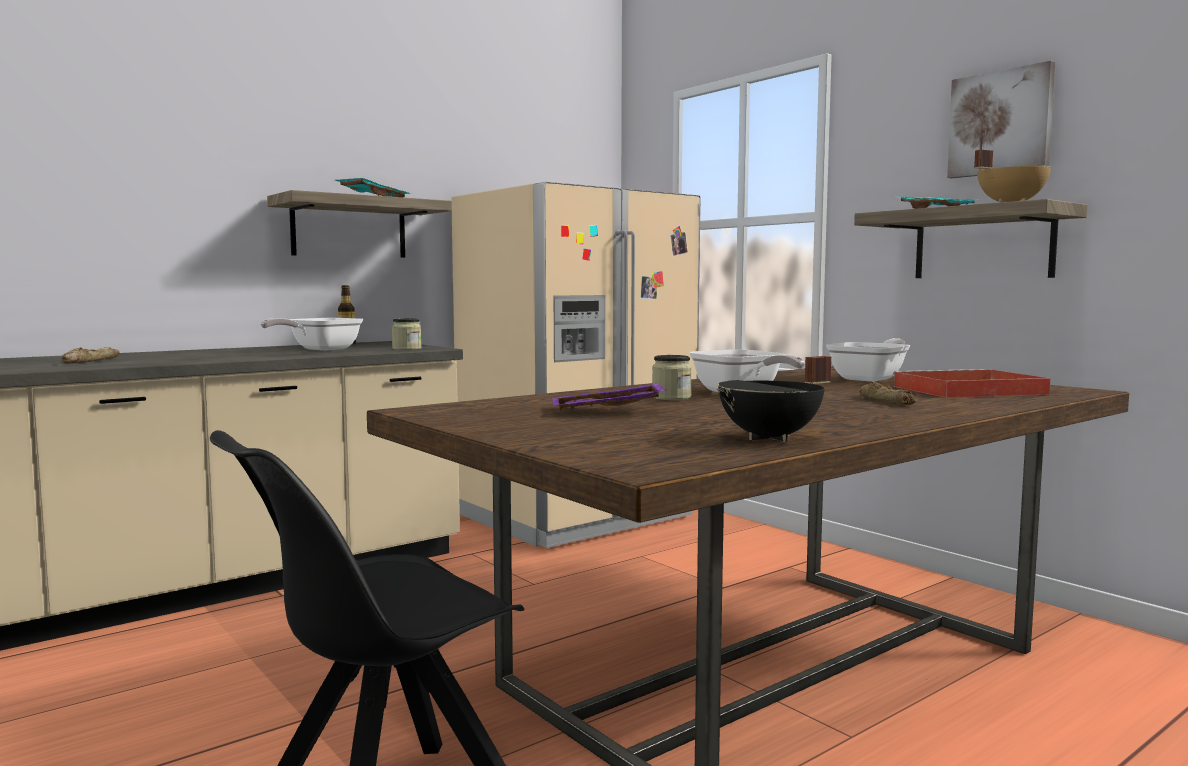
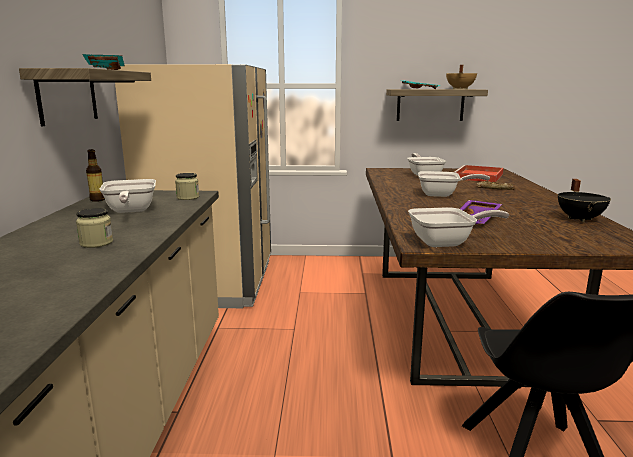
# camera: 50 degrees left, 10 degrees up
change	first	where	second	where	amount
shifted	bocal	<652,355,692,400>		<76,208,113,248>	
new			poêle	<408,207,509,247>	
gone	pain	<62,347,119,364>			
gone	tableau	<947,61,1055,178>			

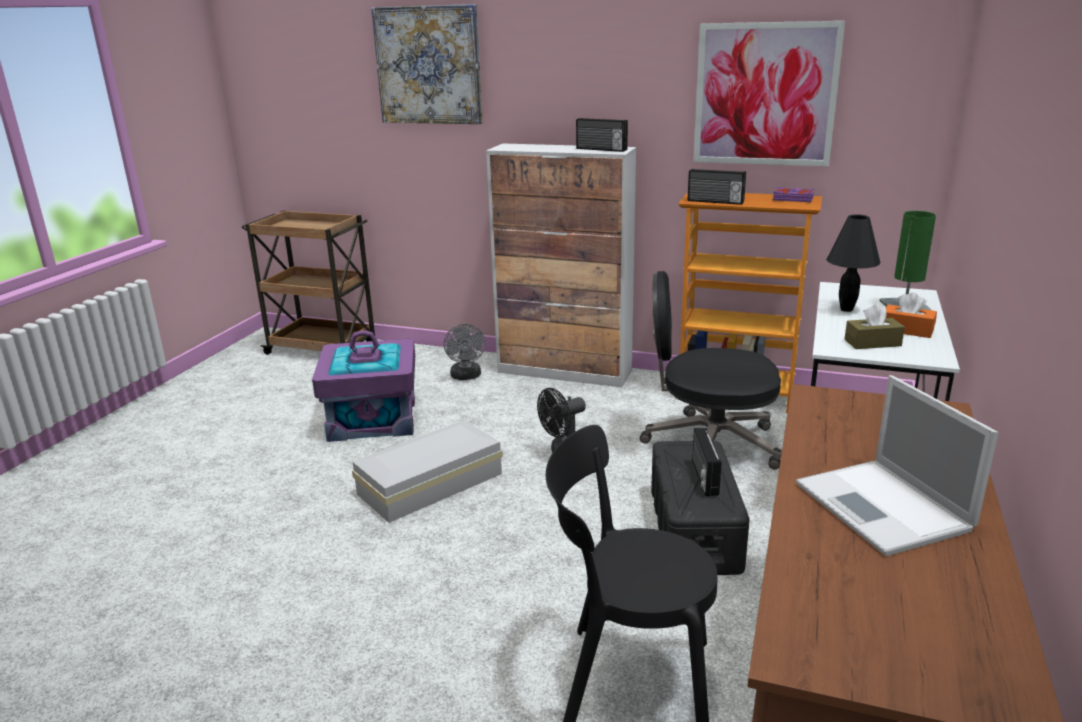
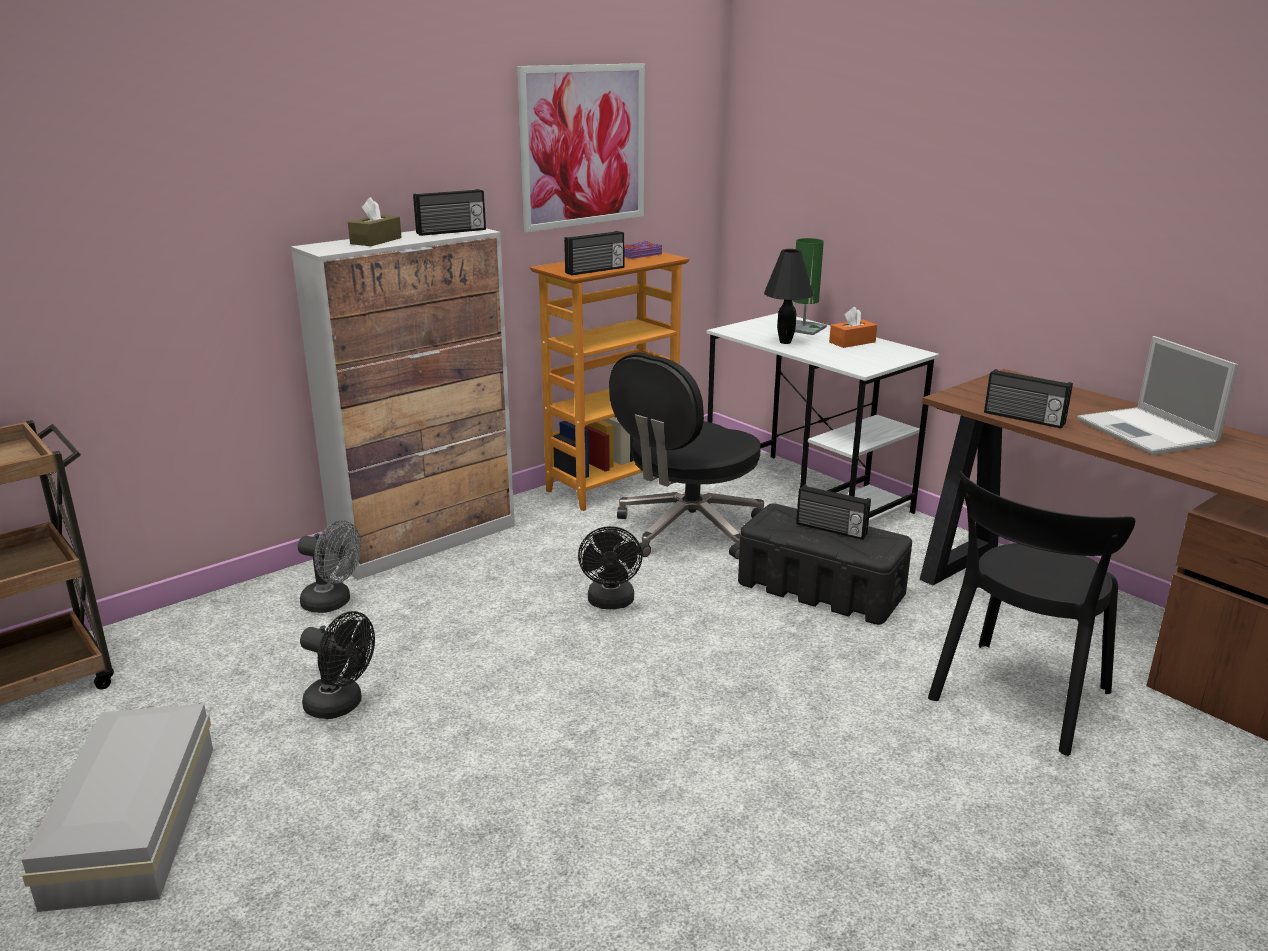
# camera: 60 degrees left, 0 degrees up
change	first	where	second	where	amount
shifted	boîte de rangement [blanc]	<352,420,503,523>		<22,704,213,912>	
swapped	boîte de rangement [violet]	<312,330,415,442>	ventilateur [noir]	<300,611,375,719>	
shifted	boîte à mouchoirs [marron]	<844,304,905,349>		<348,197,402,246>	
new			radio	<984,369,1073,429>	
rotated	ordinateur portable	<796,375,998,556>		<1077,336,1239,455>	60 degrees clockwise
gone	tableau	<371,4,483,124>			

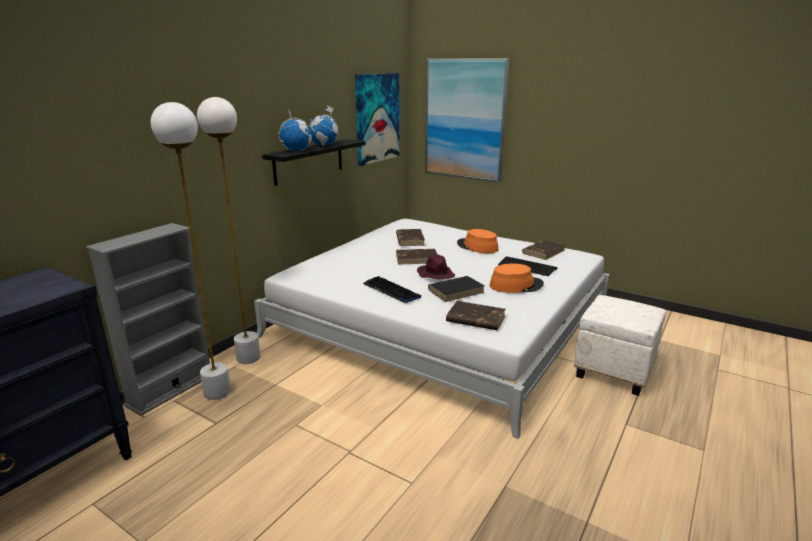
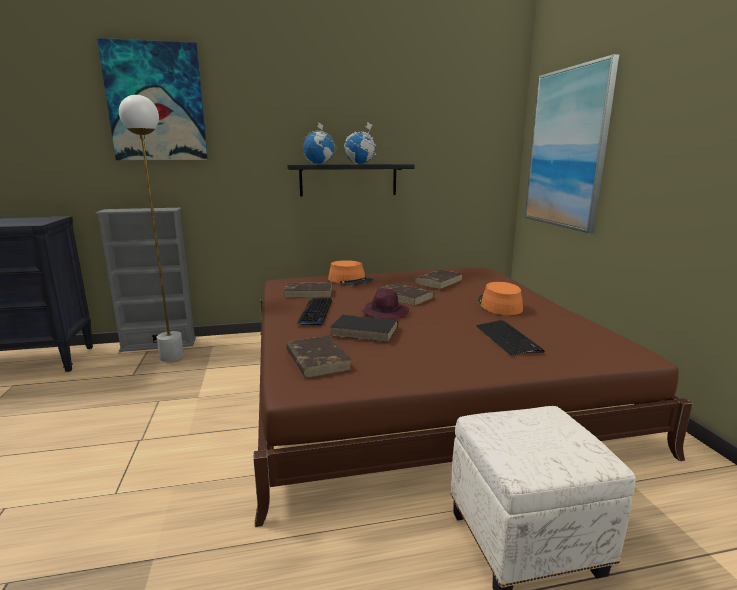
# camera: 45 degrees right, 5 degrees down
change	first	where	second	where	amount
shifted	tableau	<355,73,399,166>		<97,38,208,160>	
repainted	lit [blanc]	<254,219,610,439>	lit [marron]	<253,267,693,527>	
shifted	livre [marron]	<522,240,565,260>		<283,282,332,298>	
shifted	chapeau [orange]	<489,263,544,293>		<328,260,374,285>	
gone	lampadaire [blanc]	<197,97,261,364>			

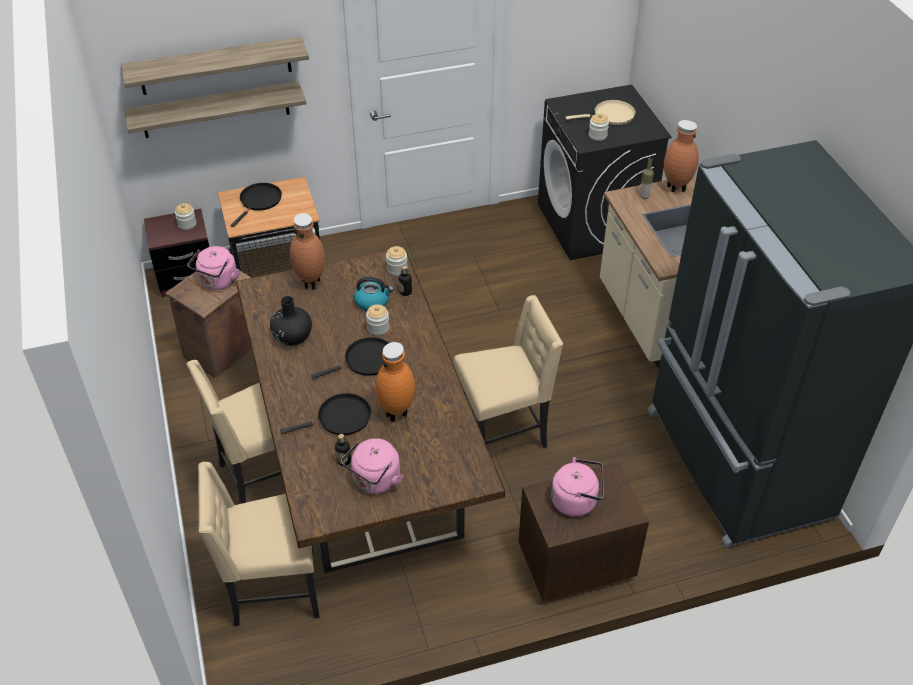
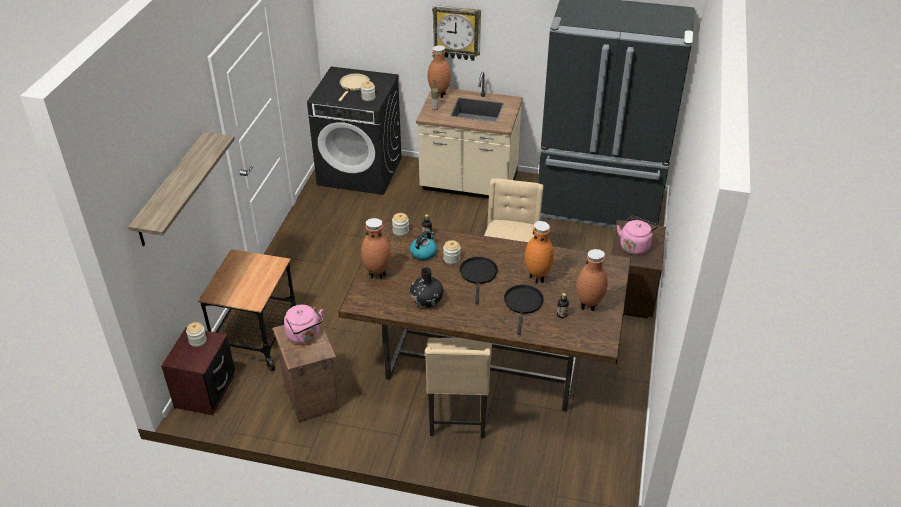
# camera: 60 degrees left, 5 degrees down
change	first	where	second	where	amount
new			horloge murale	<432,5,481,61>	
swapped	bouilloire [rose]	<341,438,403,494>	vase [marron]	<576,249,608,311>	
gone	étagère	<124,81,306,138>			
gone	chaise [beige]	<198,462,319,626>			
gone	poêle [noir]	<231,183,282,227>			

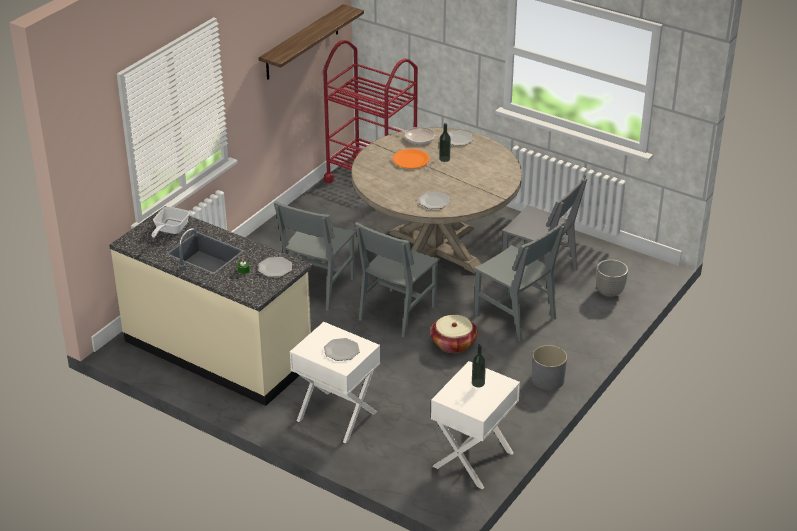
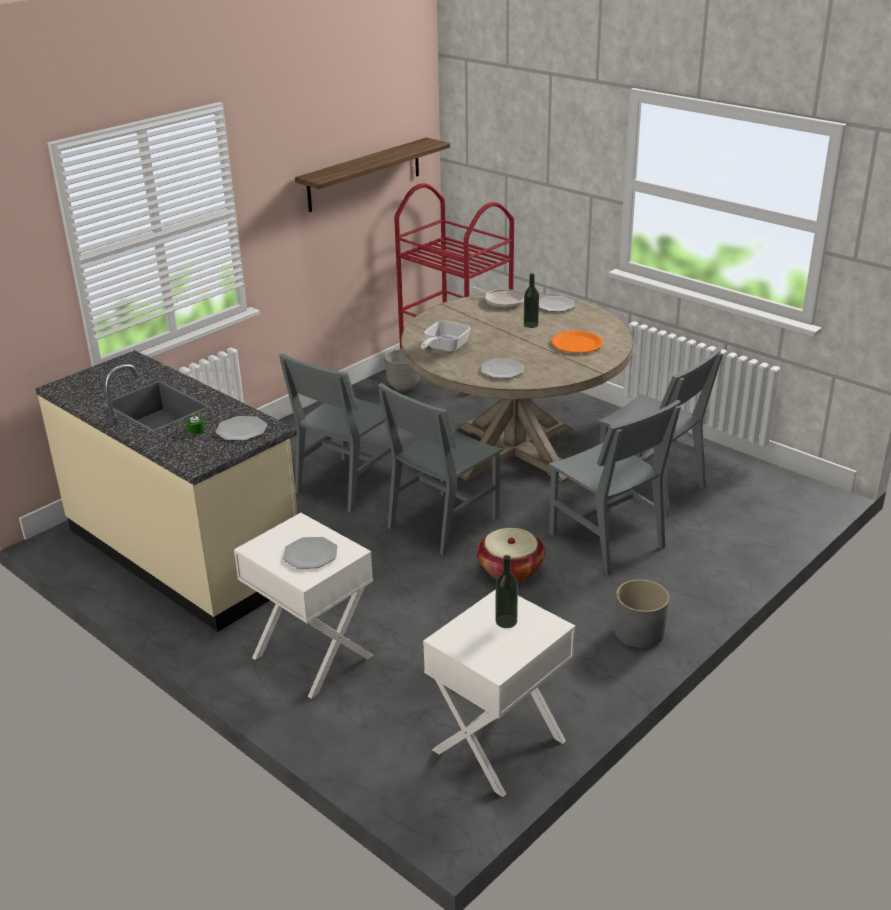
# camera: 10 degrees right, 5 degrees down
change	first	where	second	where	amount
shifted	cache-pot	<596,259,628,298>		<384,349,420,392>	
shifted	poêle	<151,207,189,238>		<421,320,470,352>	
shifted	assiette [orange]	<393,149,430,169>		<551,330,603,353>	

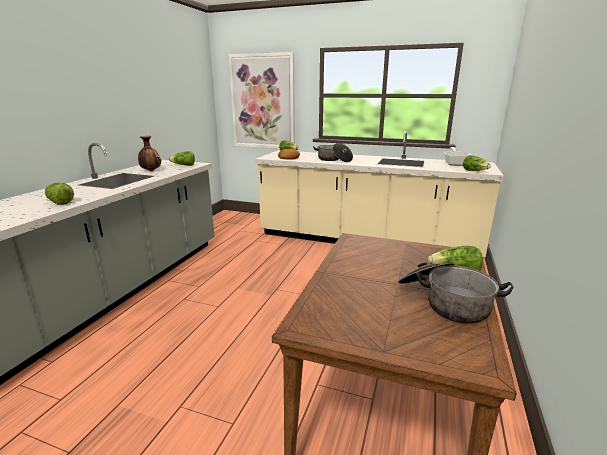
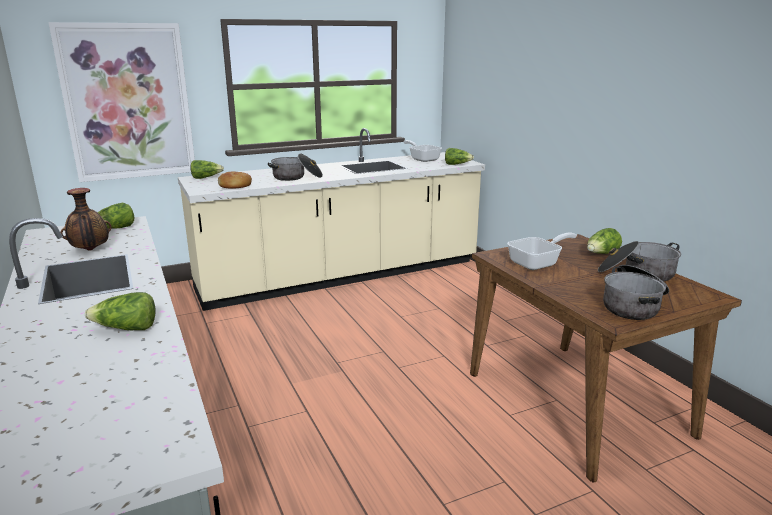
# camera: 45 degrees left, 0 degrees up
change	first	where	second	where	amount
new			poêle	<507,233,577,270>	
new			marmite	<603,265,669,320>	

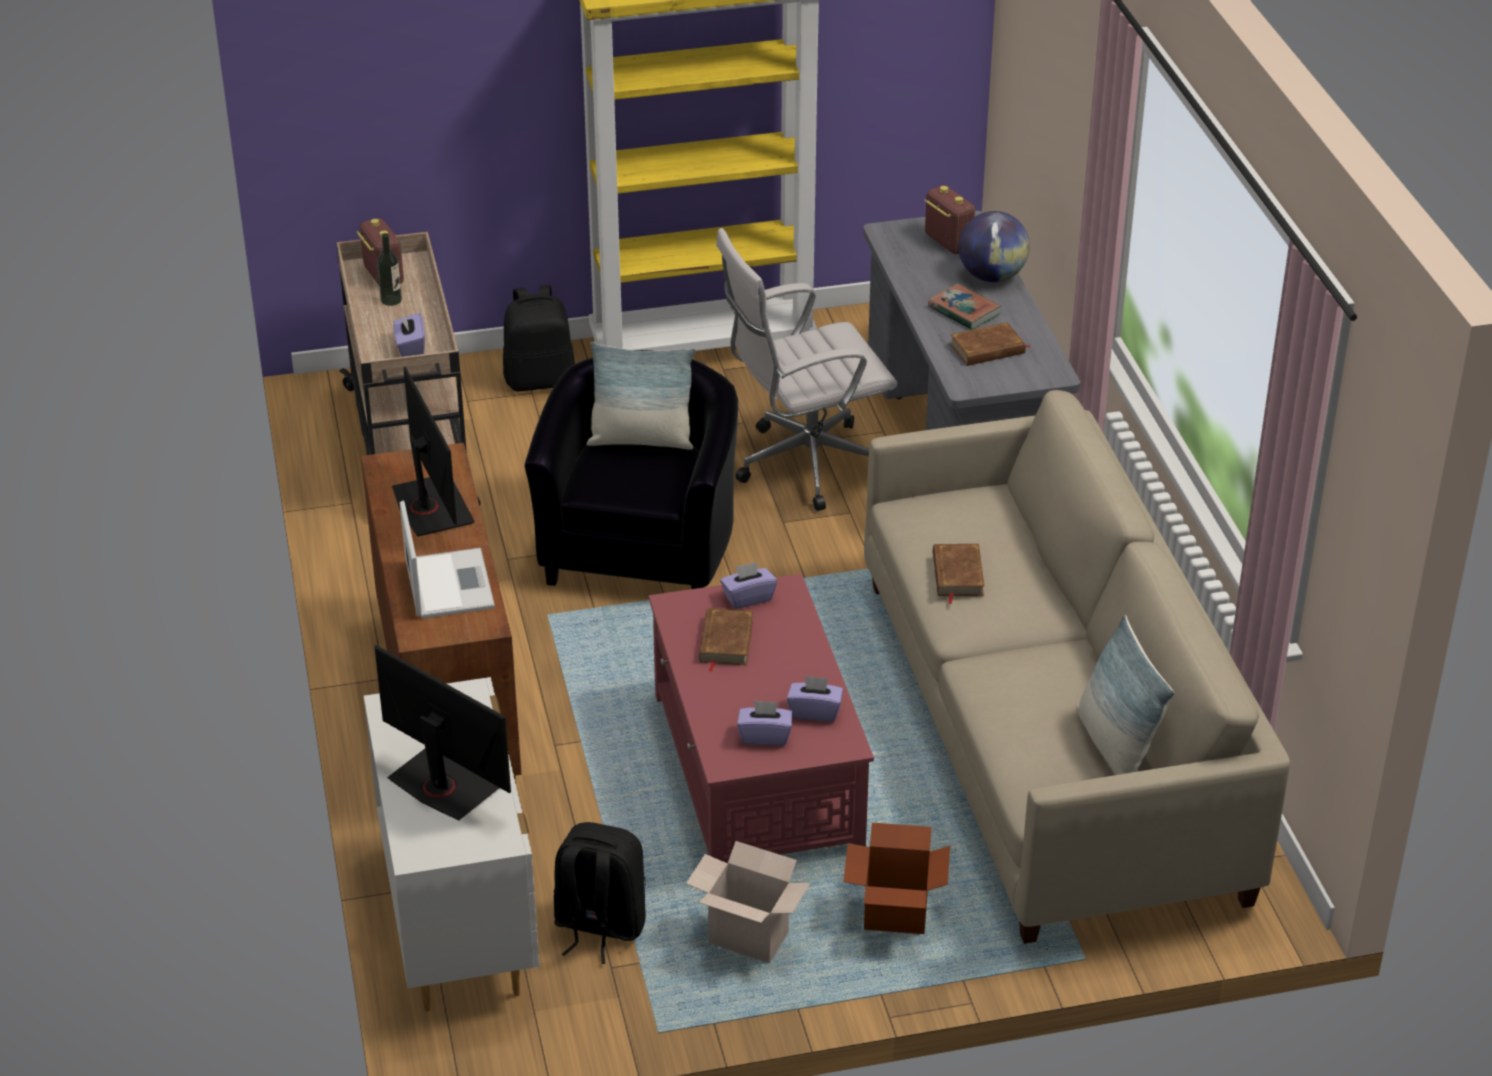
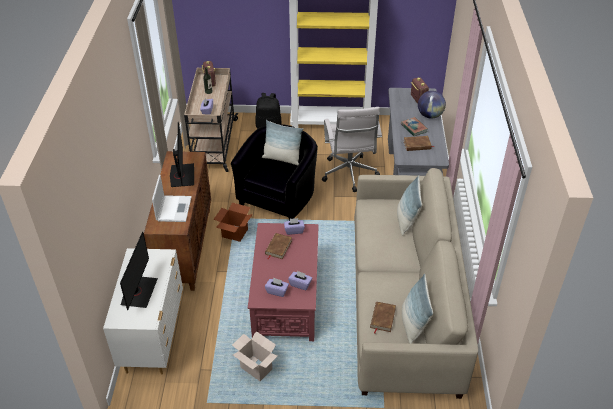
# camera: 15 degrees right, 5 degrees up
change	first	where	second	where	amount
rotated	écran d'ordinateur	<374,645,511,821>		<120,232,158,310>	45 degrees clockwise
shifted	carton	<843,823,950,934>		<214,203,253,242>	
rotated	chaise de bureau [blanc]	<716,228,897,511>		<322,107,382,192>	90 degrees counterclockwise
shifted	livre [marron]	<933,544,985,605>		<370,302,396,333>	
new			coussin	<397,175,422,236>	
gone	sac à dos [noir]	<554,822,646,964>			

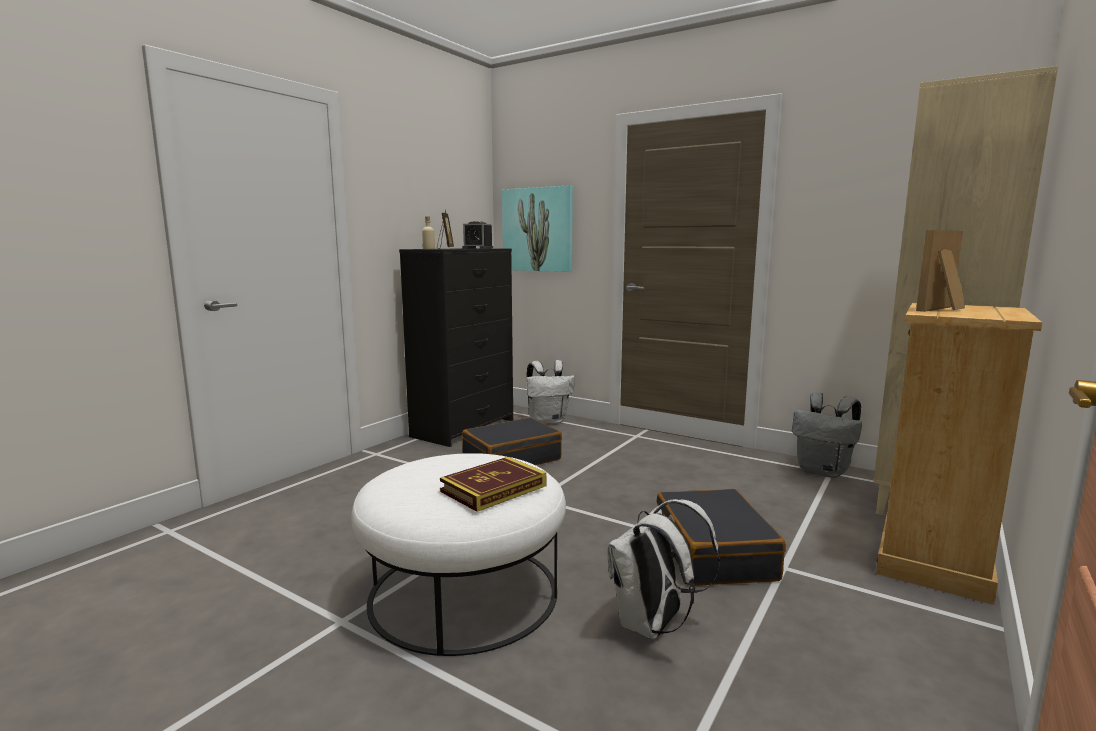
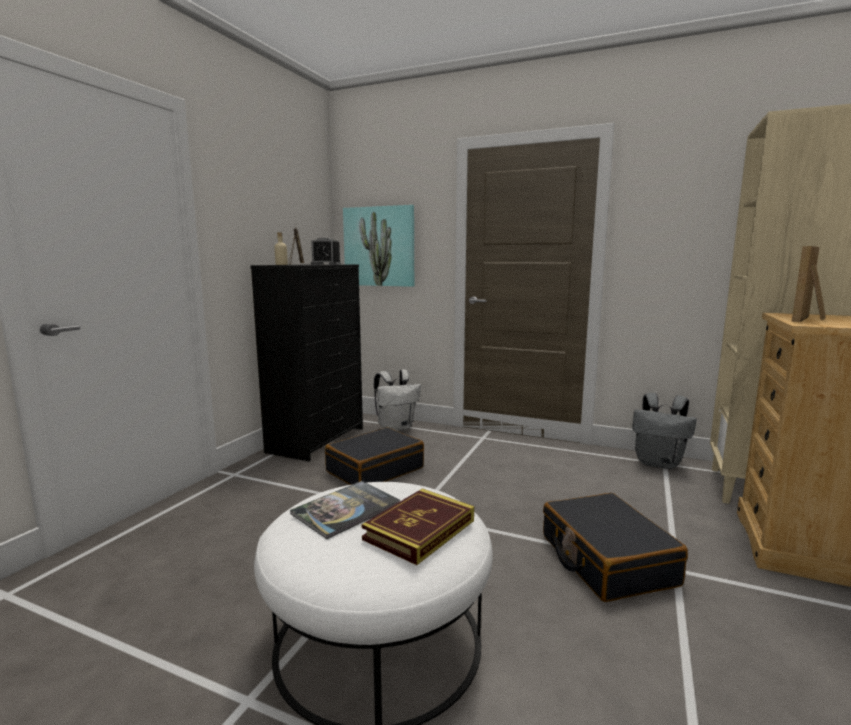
# camera: 10 degrees left, 0 degrees up
change	first	where	second	where	amount
new			livre	<290,481,400,539>	
gone	sac à dos [blanc]	<607,499,720,639>			

